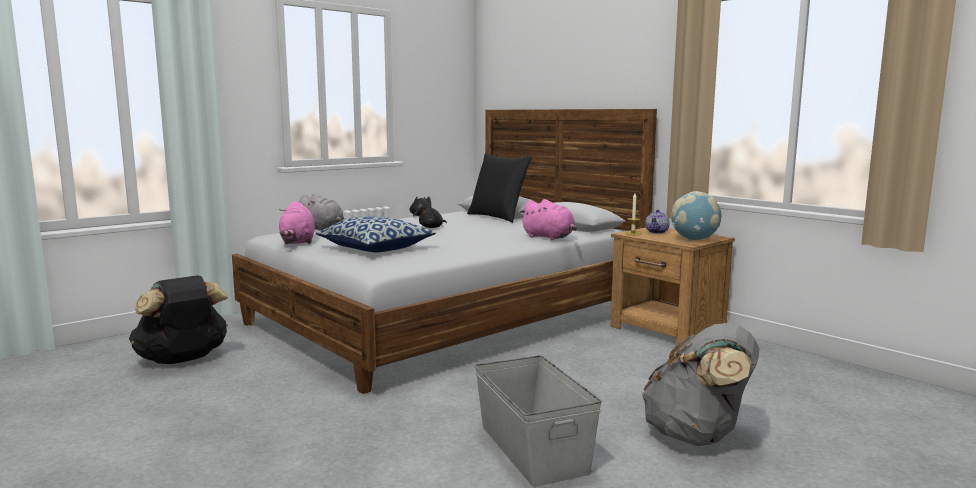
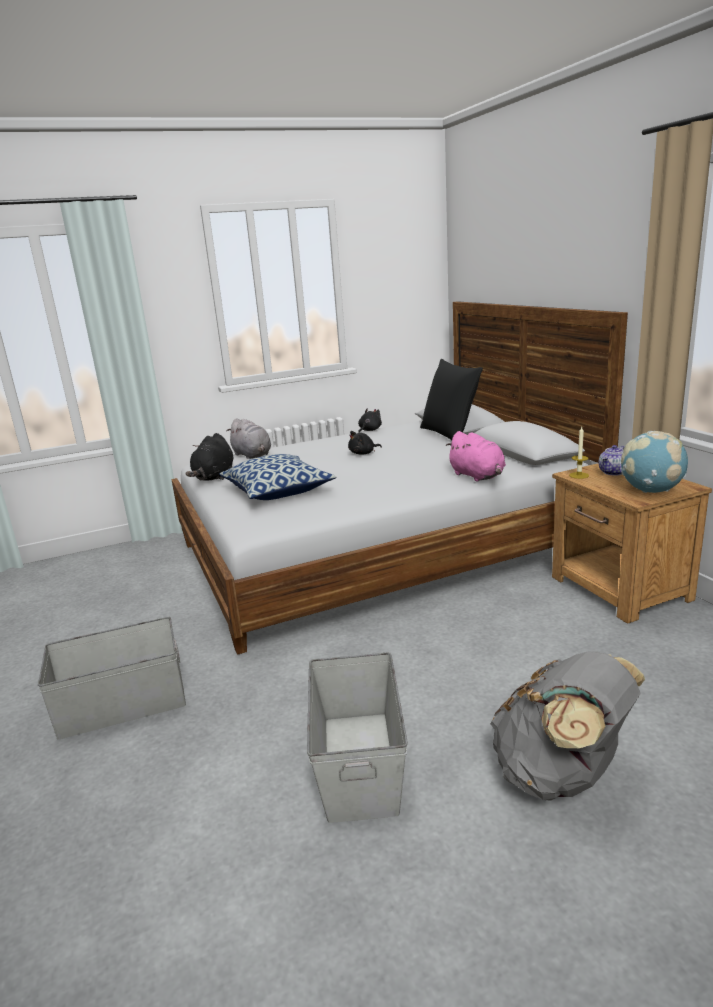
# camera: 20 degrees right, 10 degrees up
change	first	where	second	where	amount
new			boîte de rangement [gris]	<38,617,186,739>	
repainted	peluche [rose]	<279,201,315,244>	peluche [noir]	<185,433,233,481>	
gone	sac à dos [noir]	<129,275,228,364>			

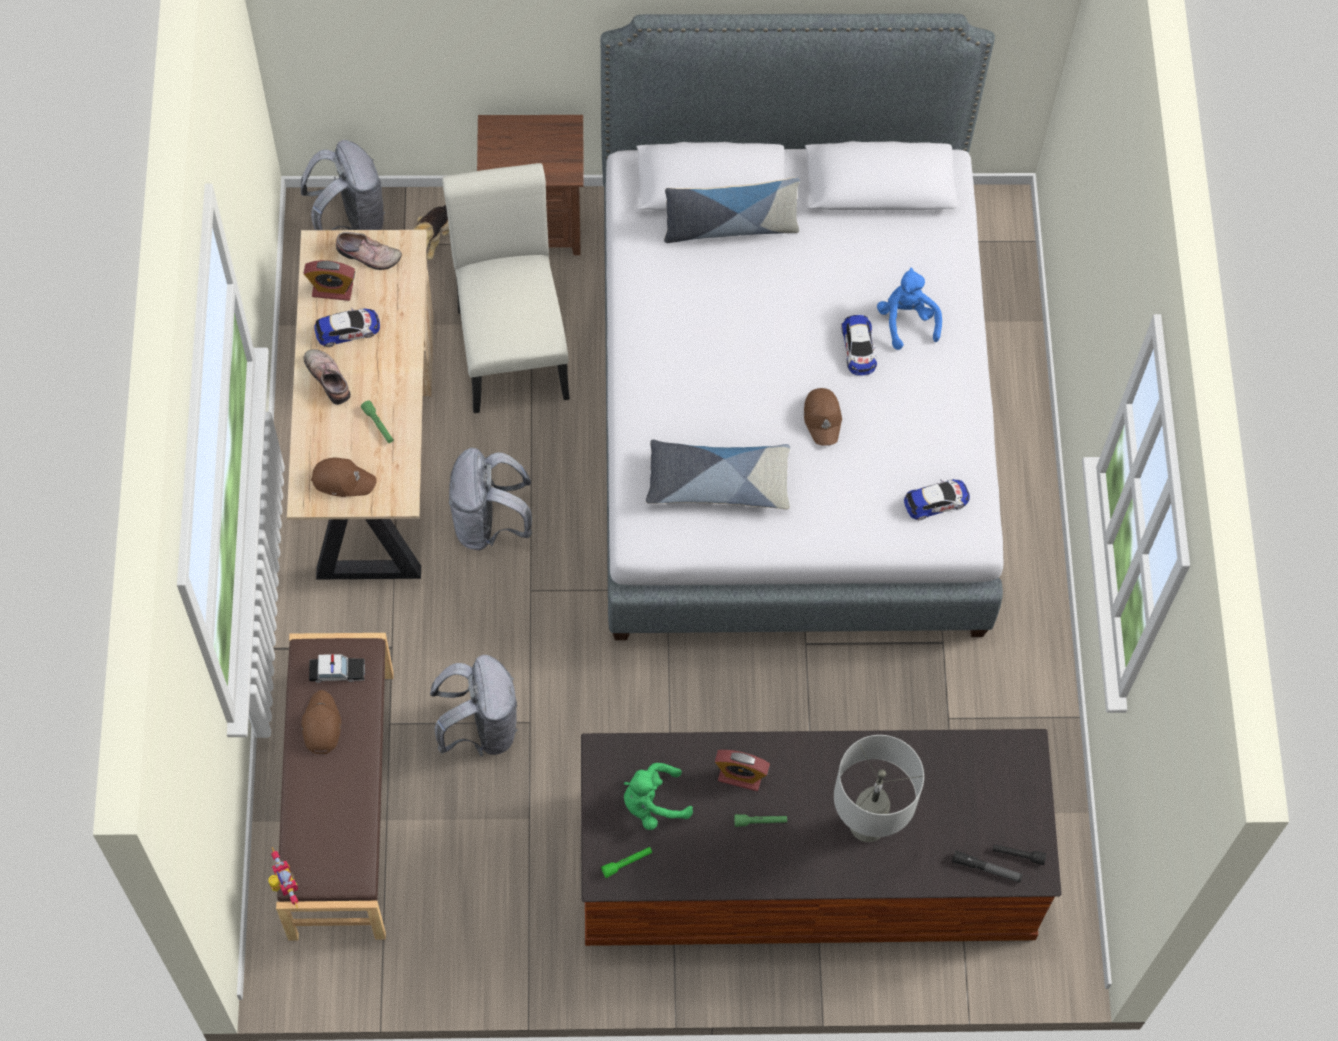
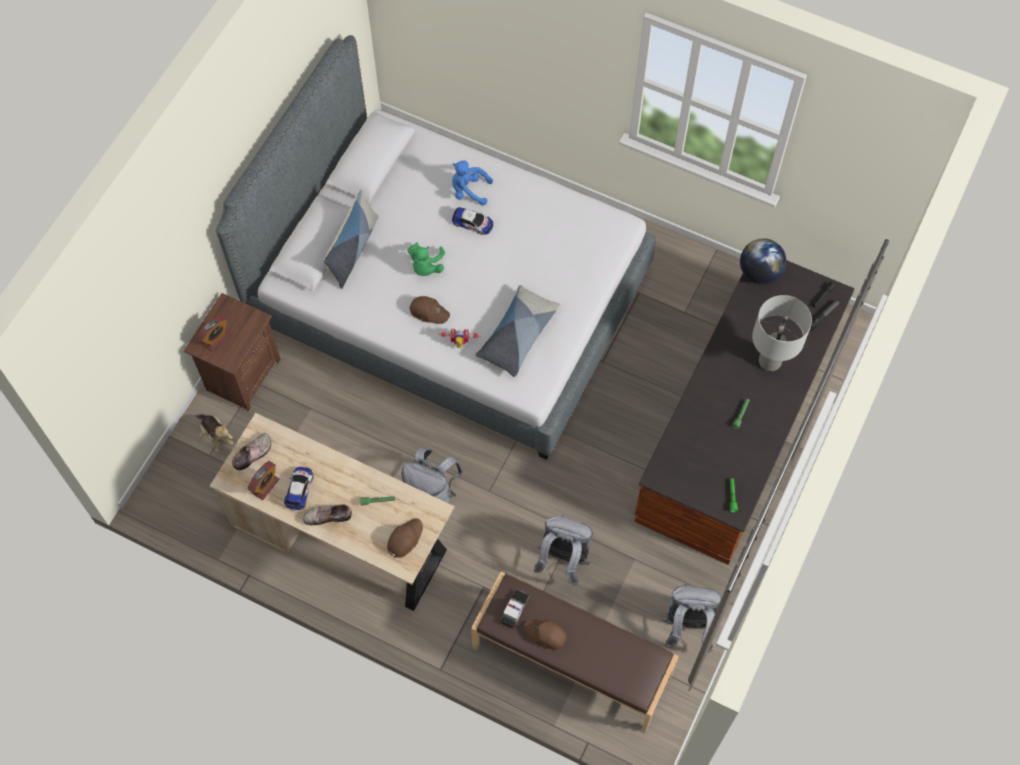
# camera: 60 degrees left, 0 degrees up
change	first	where	second	where	amount
shifted	réveil	<714,750,770,791>		<197,315,230,352>	
shifted	peluche [vert]	<624,763,693,830>		<408,242,445,276>	
shifted	casquette [marron]	<804,388,842,445>		<409,296,450,324>	
shifted	robot jouet	<268,847,298,908>		<438,329,481,348>	
shifted	sac à dos [gris]	<301,140,385,230>		<662,584,722,652>	
new			globe	<740,238,786,284>	
gone	chaise [blanc]	<442,163,570,413>			
gone	petite voiture	<904,479,970,520>			

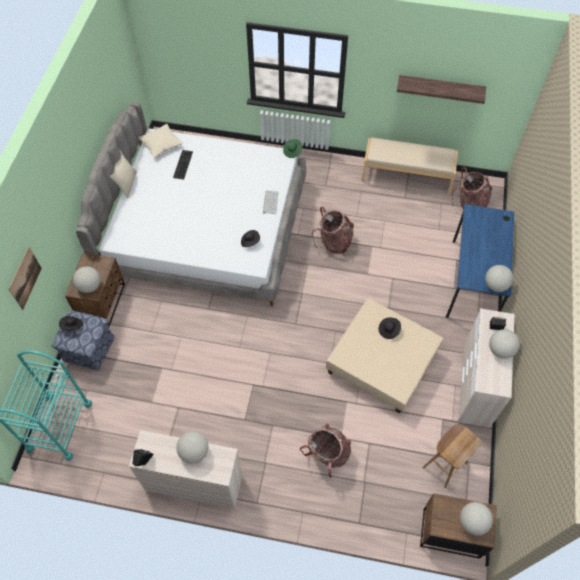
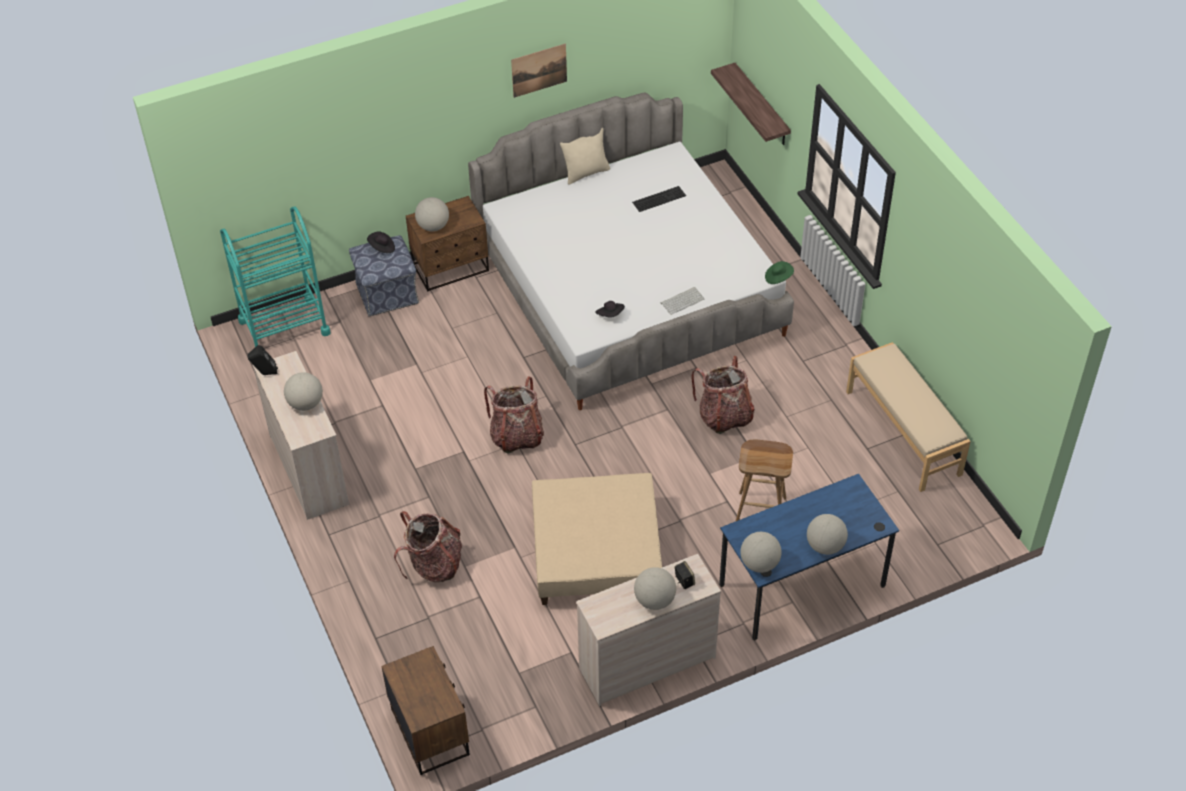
# camera: 55 degrees right, 10 degrees down
change	first	where	second	where	amount
shifted	sac à dos	<452,167,492,209>		<484,376,544,454>	
shifted	tableau	<9,246,42,310>		<511,44,567,98>	
shifted	étagère	<397,75,486,104>		<711,63,791,145>	
shifted	tabouret [marron]	<422,424,482,488>		<736,440,793,521>	
shifted	globe	<460,502,493,536>		<807,514,848,555>	
gone	coussin [beige]	<139,124,183,158>			
gone	chapeau [noir]	<378,318,401,339>			

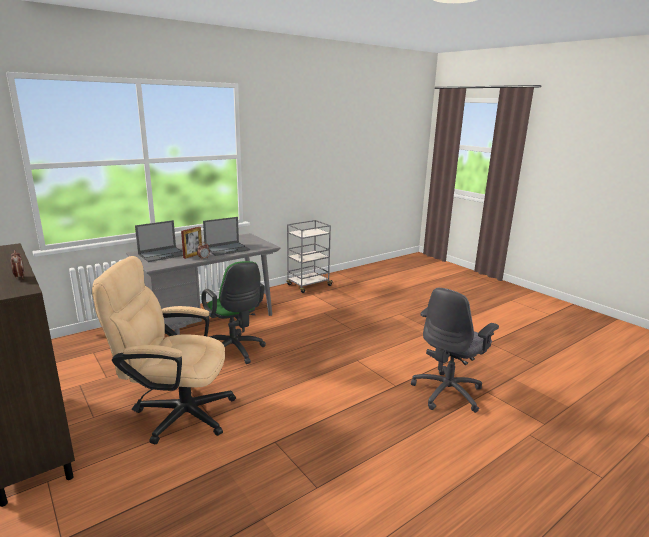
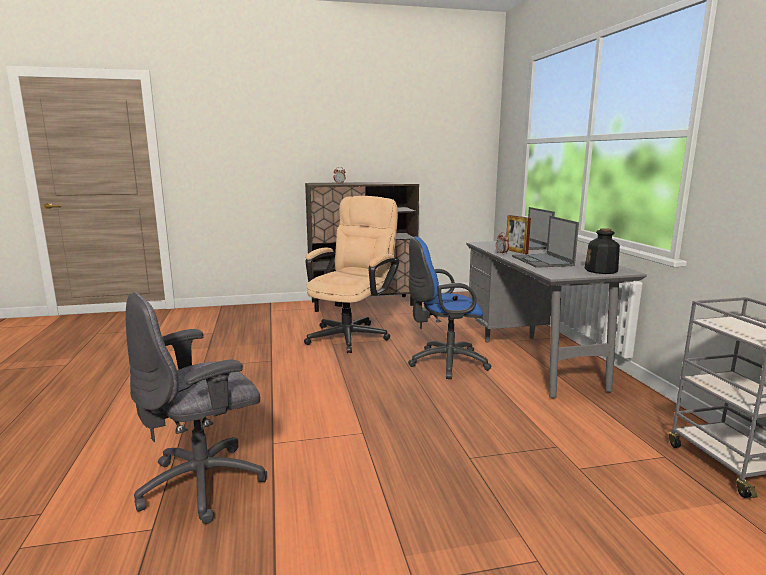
# camera: 115 degrees right, 5 degrees down
change	first	where	second	where	amount
rotated	chaise de bureau [gris]	<411,288,499,413>		<126,292,267,524>	105 degrees counterclockwise
repainted	chaise de bureau [vert]	<201,261,266,364>	chaise de bureau [bleu]	<408,237,492,379>	
new			bouteille	<585,228,620,274>	

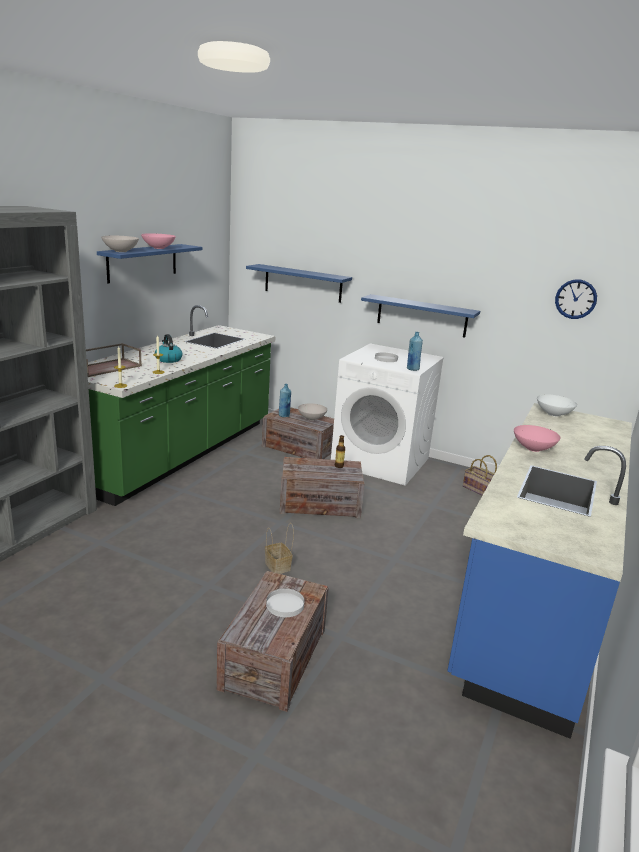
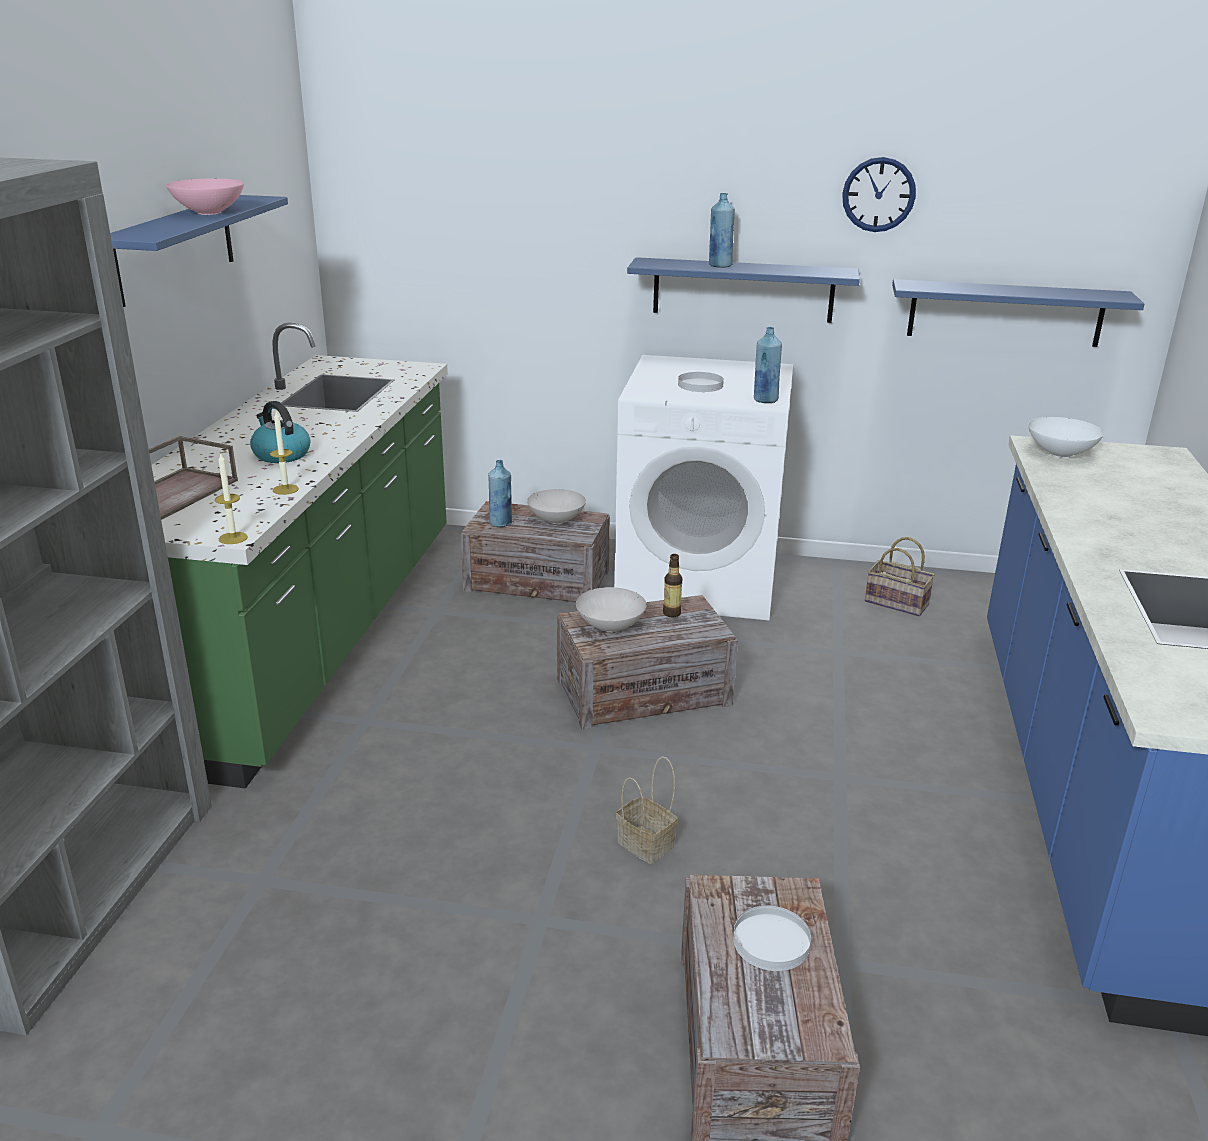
# camera: 15 degrees left, 5 degrees up
change	first	where	second	where	amount
shifted	bol [blanc]	<101,236,139,252>		<576,587,647,632>	
new			bouteille [bleu]	<709,193,735,268>	
shifted	horloge murale	<555,280,597,319>		<842,157,916,232>	
shifted	étagère [bleu]	<246,264,352,303>		<892,279,1144,347>	
gone	bol [rose]	<514,425,561,452>			

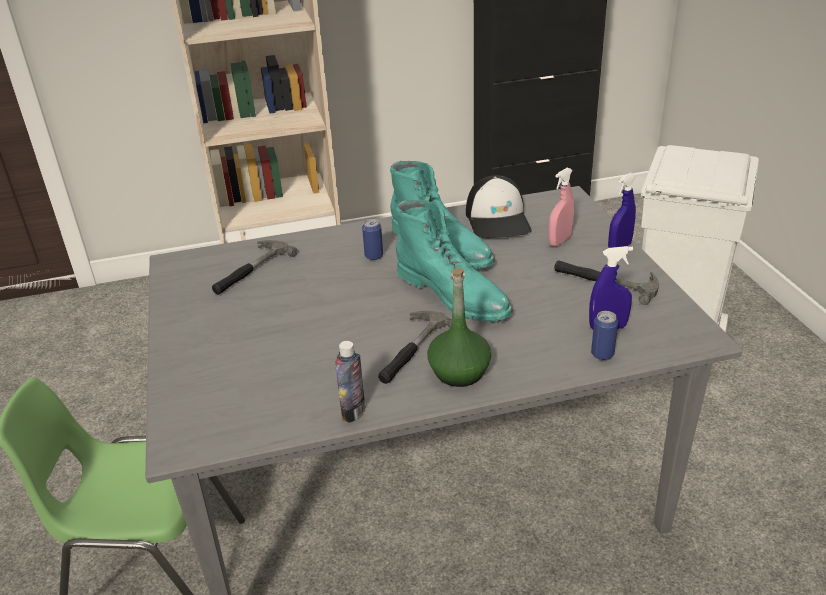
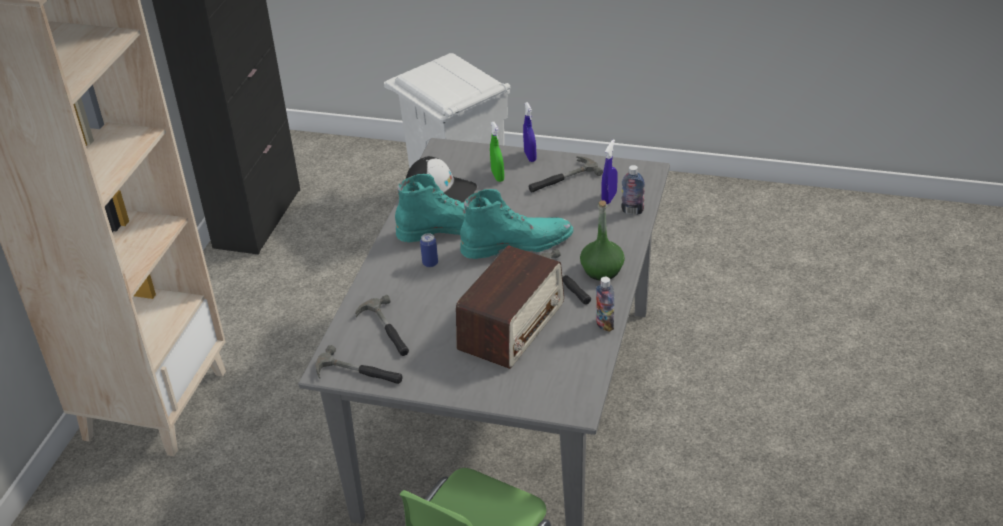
# camera: 60 degrees left, 5 degrees up
change	first	where	second	where	amount
new			marteau	<315,345,402,384>	
new			radio	<456,245,564,369>	
repainted	vaporisateur [rose]	<548,168,574,247>	vaporisateur [vert]	<490,122,504,182>	
swapped	boîte métallique	<591,311,618,360>	bouteille	<621,165,645,215>	

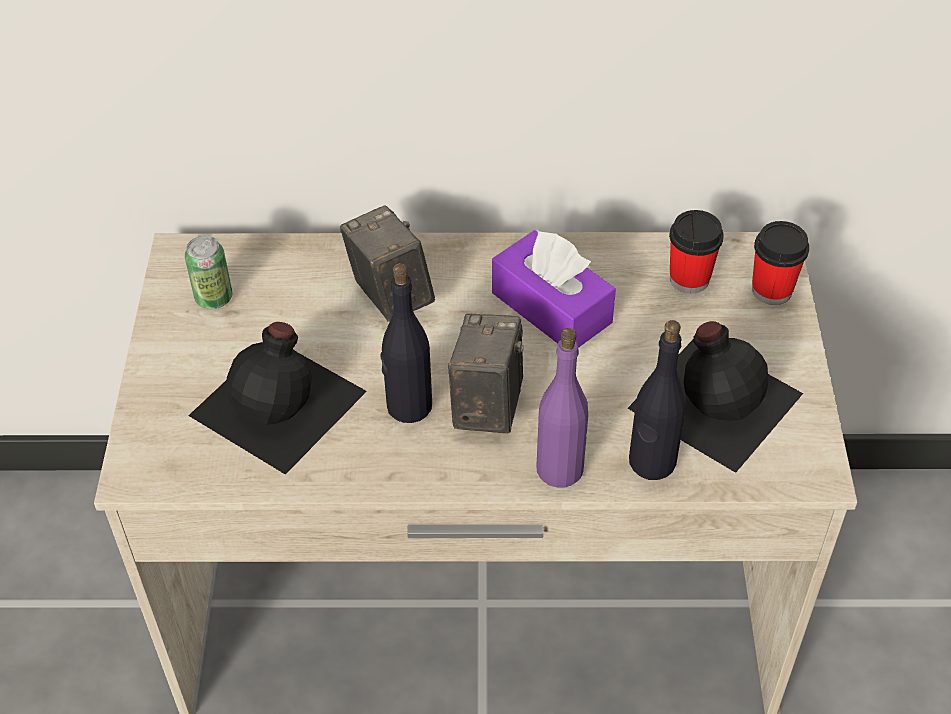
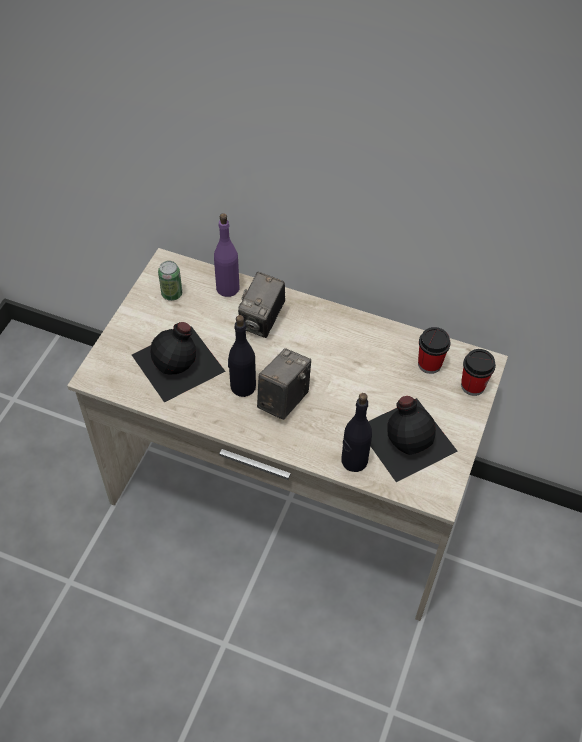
# camera: 20 degrees right, 5 degrees up
change	first	where	second	where	amount
shifted	bouteille [violet]	<537,328,588,487>		<214,213,239,297>	
rotated	appareil photo	<340,205,435,322>		<238,272,285,338>	150 degrees counterclockwise
gone	boîte à mouchoirs [violet]	<492,230,616,348>			

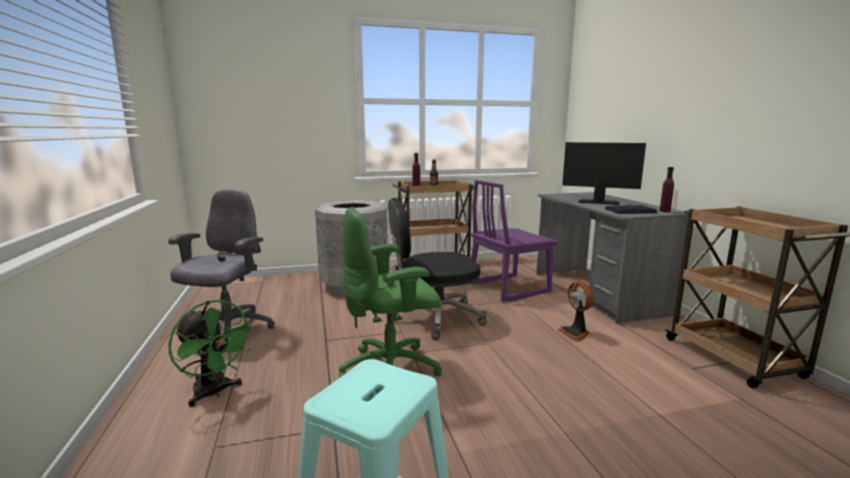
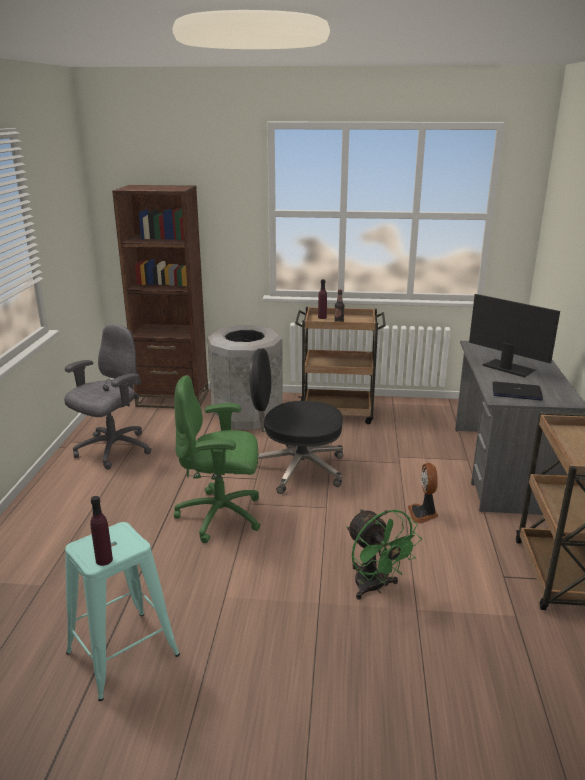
# camera: 20 degrees right, 10 degrees up
change	first	where	second	where	amount
shifted	bouteille [violet]	<660,167,674,212>		<90,496,113,566>	
new			bibliothèque [marron]	<112,185,208,408>	
shifted	ventilateur [vert]	<168,300,255,407>		<347,509,422,600>	
gone	chaise [violet]	<470,180,558,301>			

